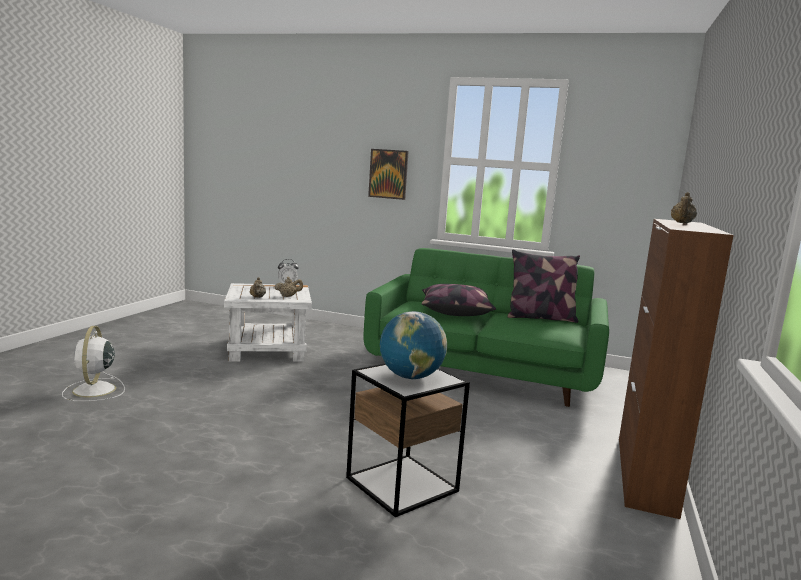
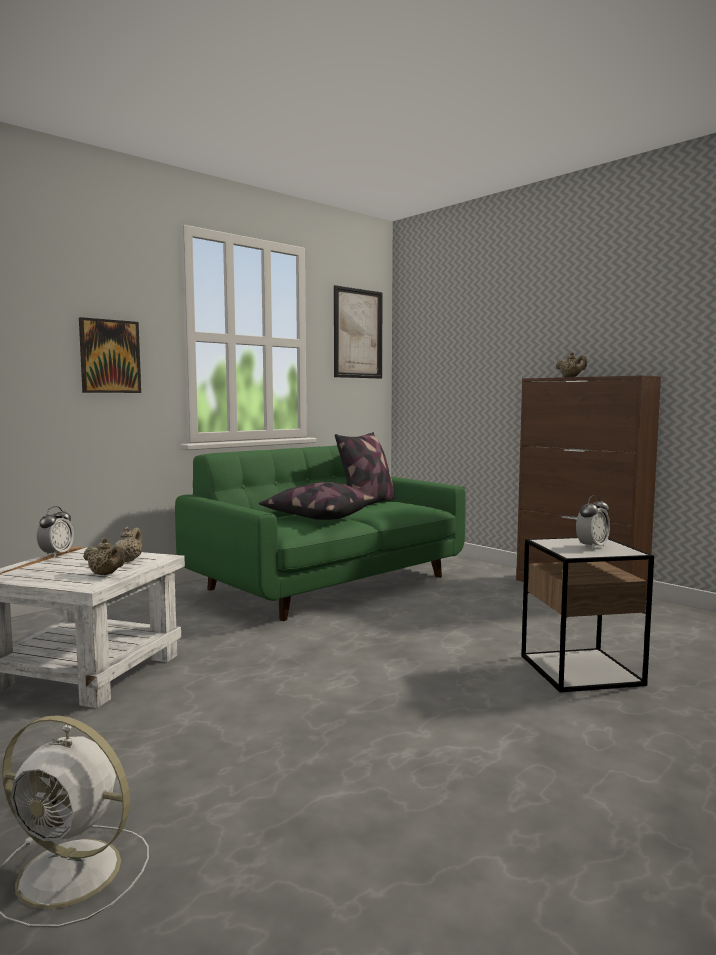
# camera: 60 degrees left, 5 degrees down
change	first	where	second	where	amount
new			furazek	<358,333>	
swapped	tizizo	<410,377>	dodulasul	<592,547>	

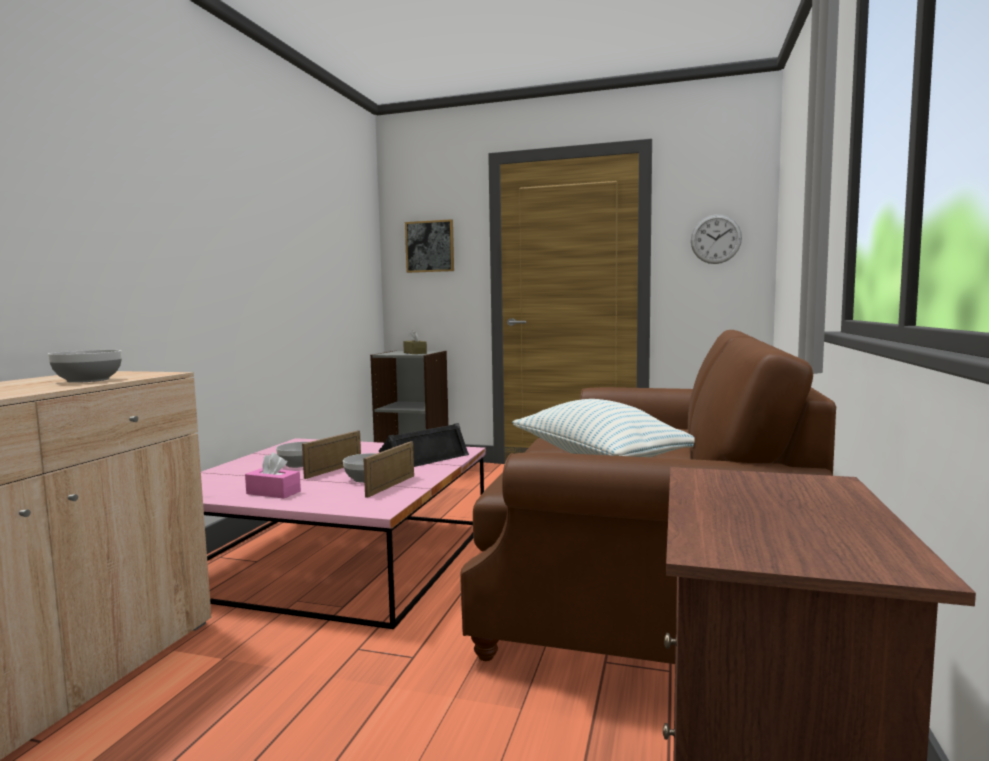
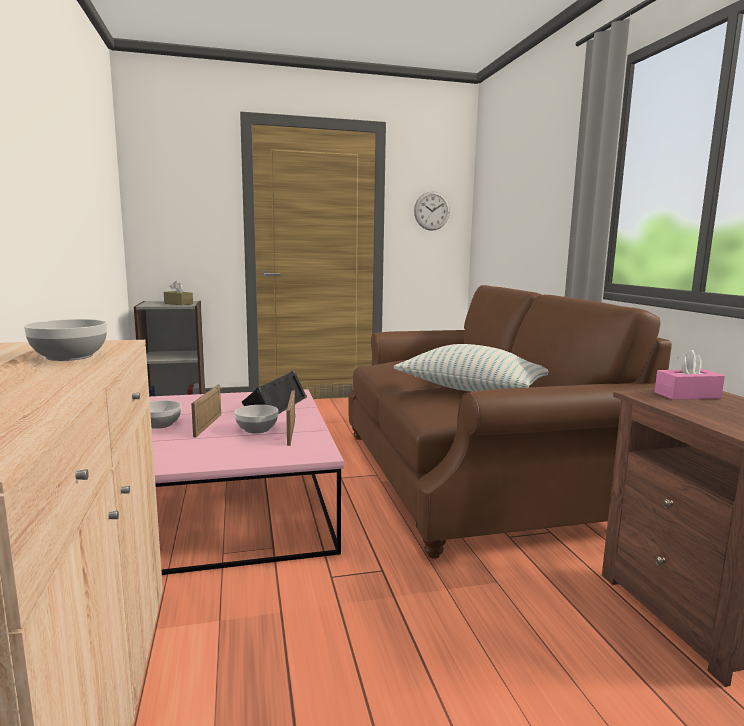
# camera: 30 degrees left, 5 degrees up
change	first	where	second	where	amount
gone	furazek	<430,246>			
shifted	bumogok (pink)	<273,492>		<687,395>	

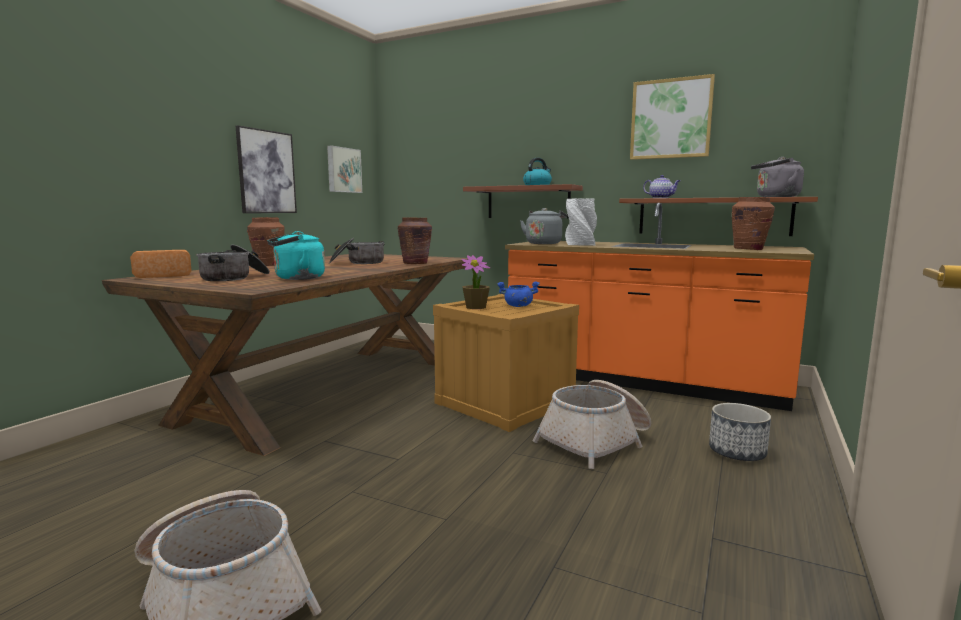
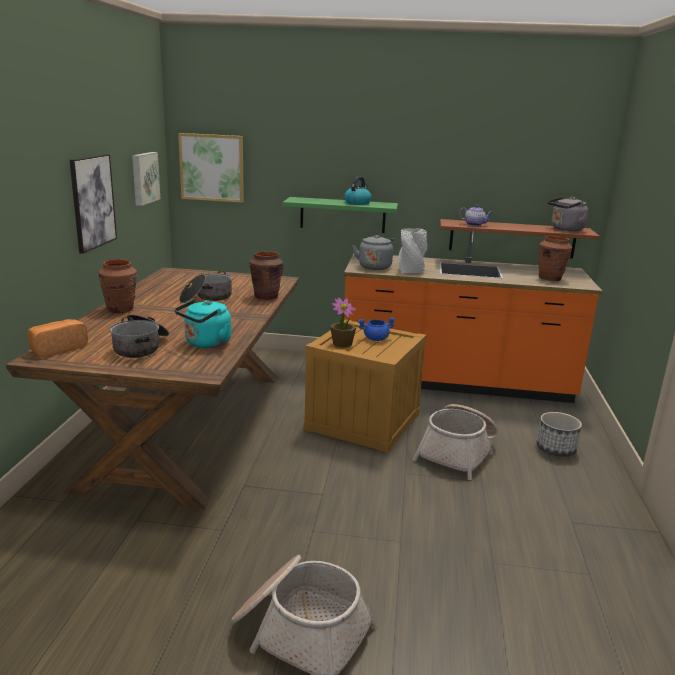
# camera: 20 degrees left, 10 degrees up
change	first	where	second	where	amount
shifted	furazek	<671,119>		<212,167>	
repainted	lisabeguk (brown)	<528,202>	lisabeguk (green)	<342,215>	

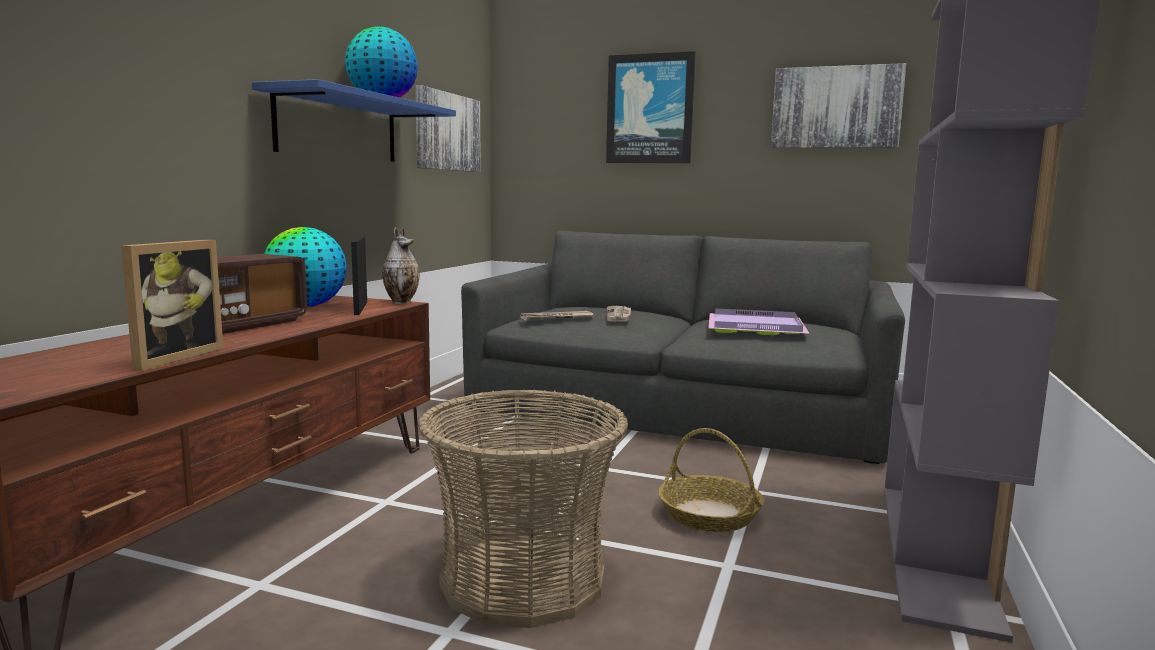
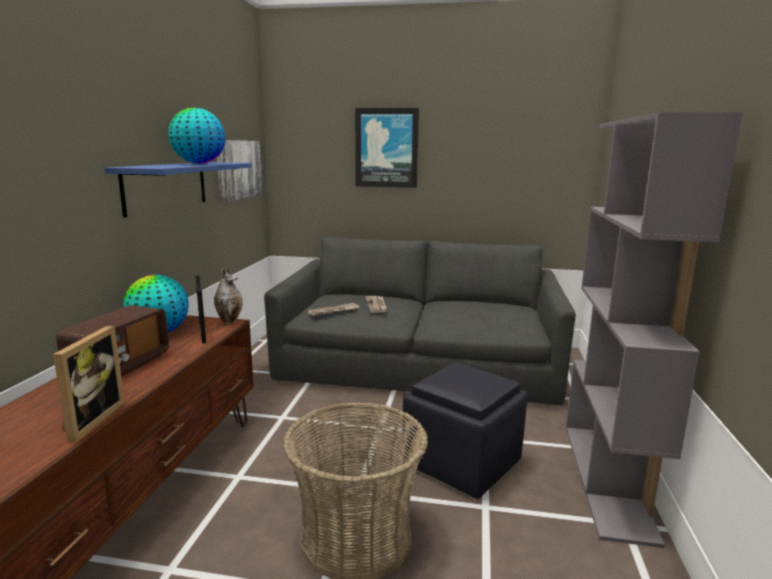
# camera: 10 degrees left, 5 degrees up
change	first	where	second	where	amount
gone	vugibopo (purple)	<754,327>			
gone	furazek	<836,107>			
swapped	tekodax	<710,515>	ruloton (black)	<463,463>	

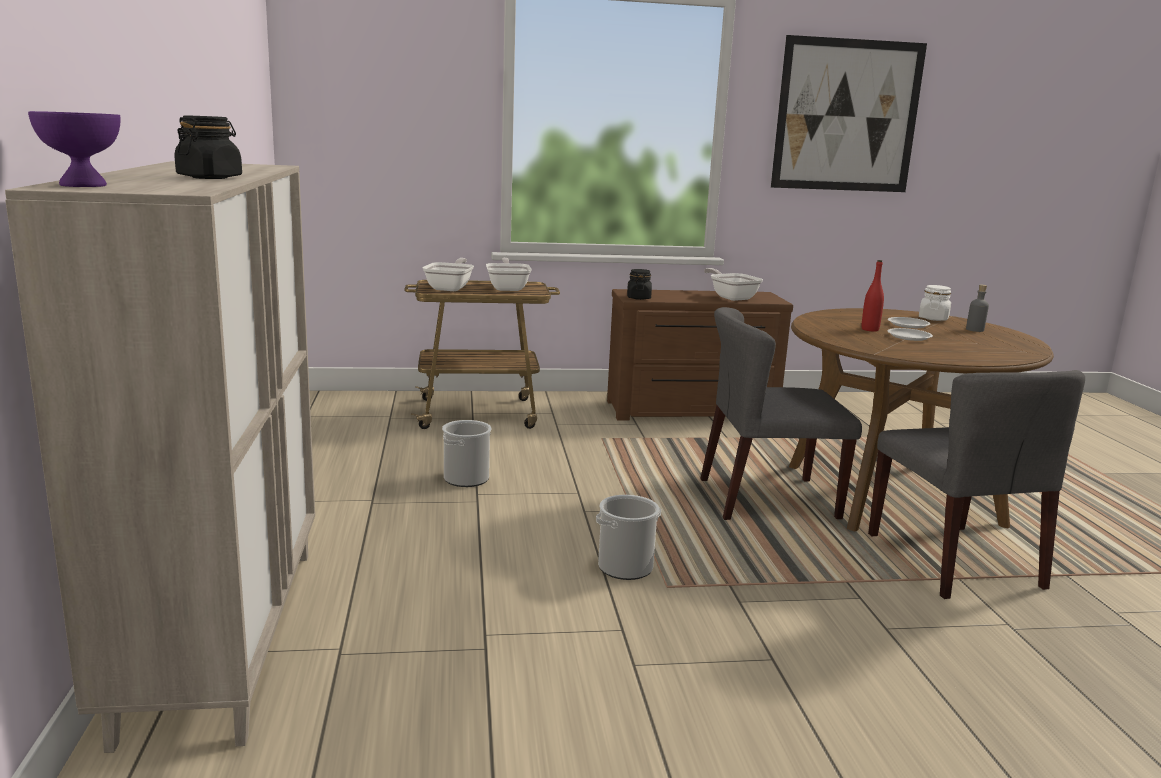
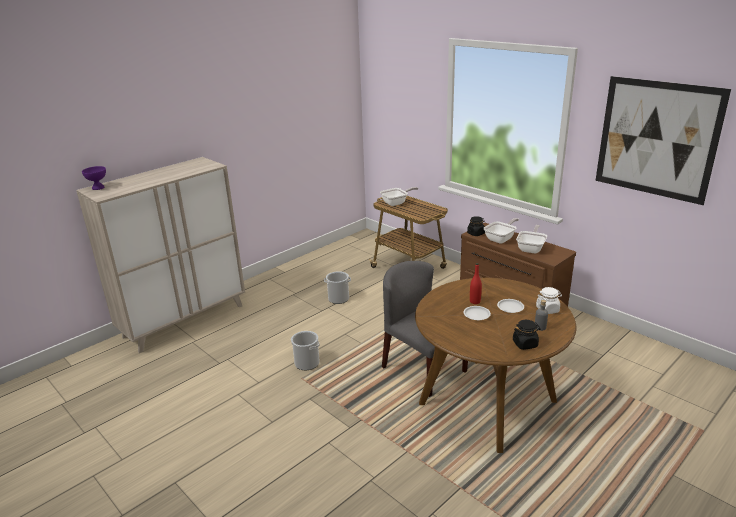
# camera: 55 degrees right, 10 degrees up
change	first	where	second	where	amount
gone	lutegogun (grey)	<954,561>			
shifted	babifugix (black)	<210,177>		<525,344>	
shifted	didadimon	<508,288>		<501,239>	

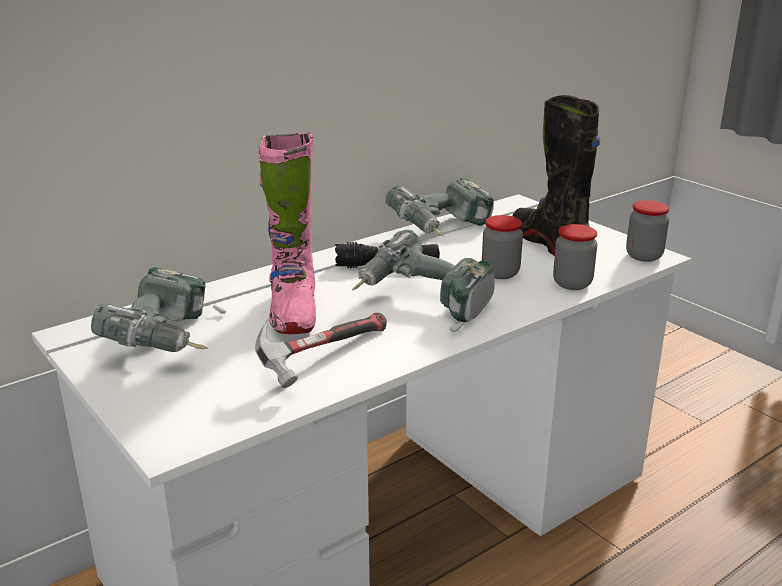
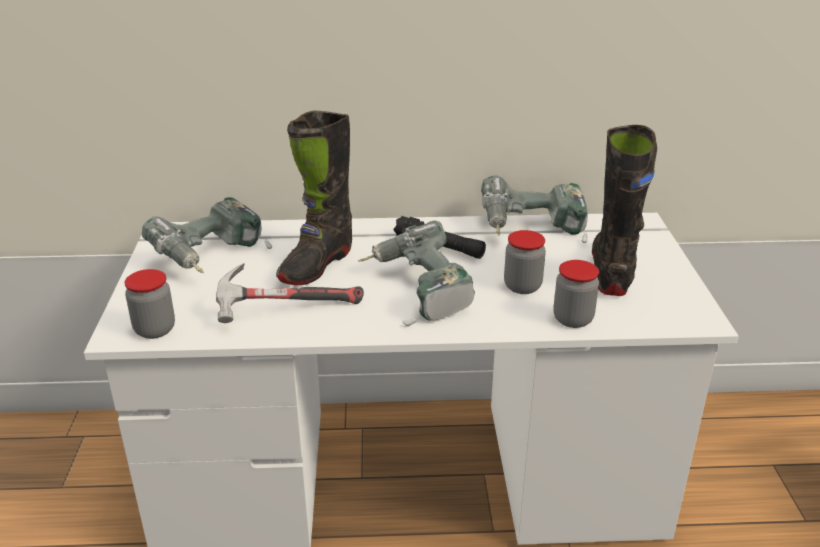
# camera: 35 degrees right, 5 degrees up
change	first	where	second	where	amount
shifted	babifugix	<644,256>		<155,329>	
repainted	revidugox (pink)	<293,312>	revidugox (black)	<316,265>	

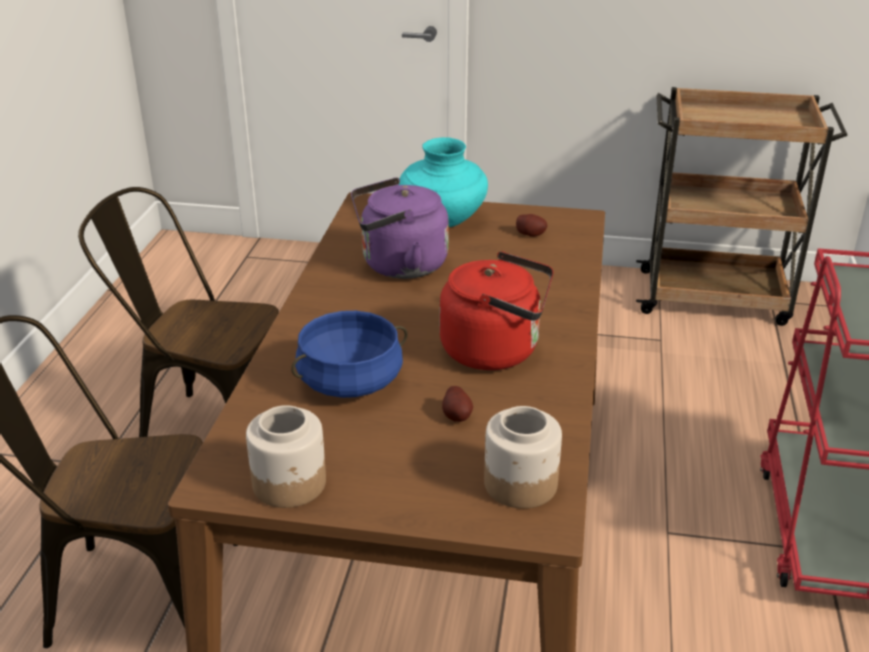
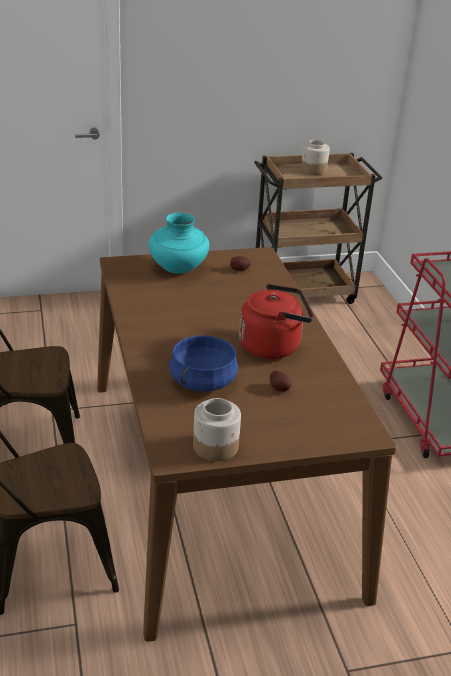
# camera: 25 degrees left, 0 degrees up
change	first	where	second	where	amount
gone	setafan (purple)	<399,266>			
shifted	babifugix	<520,484>		<313,170>	

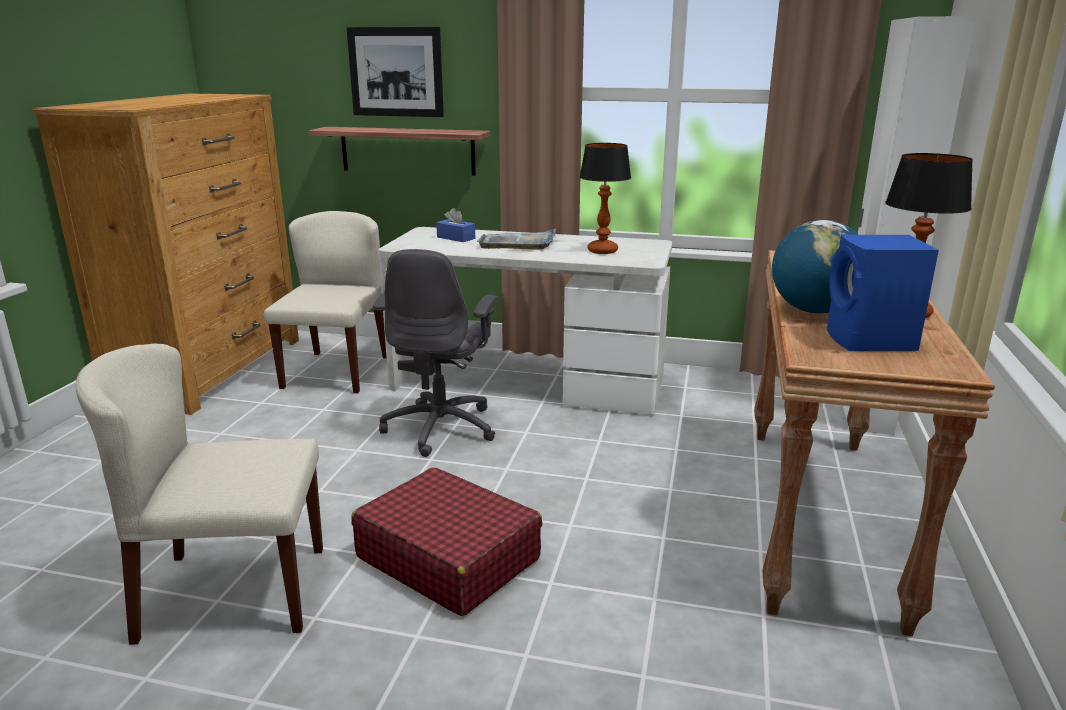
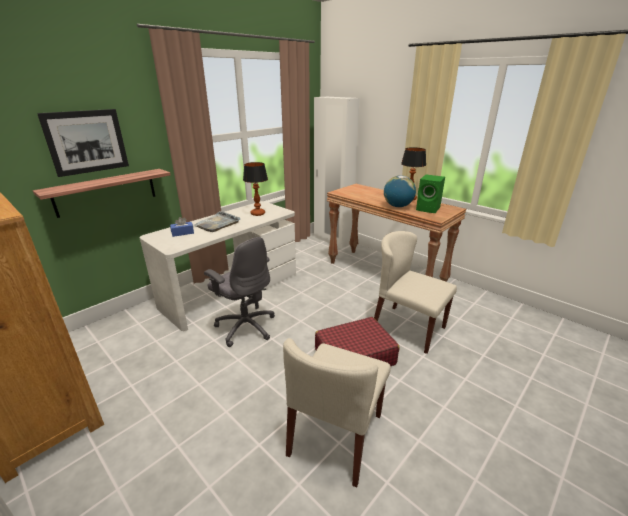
# camera: 60 degrees left, 5 degrees up
change	first	where	second	where	amount
shifted	lutegogun (beige)	<336,371>		<407,328>	
repainted	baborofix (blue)	<870,341>	baborofix (green)	<429,209>	

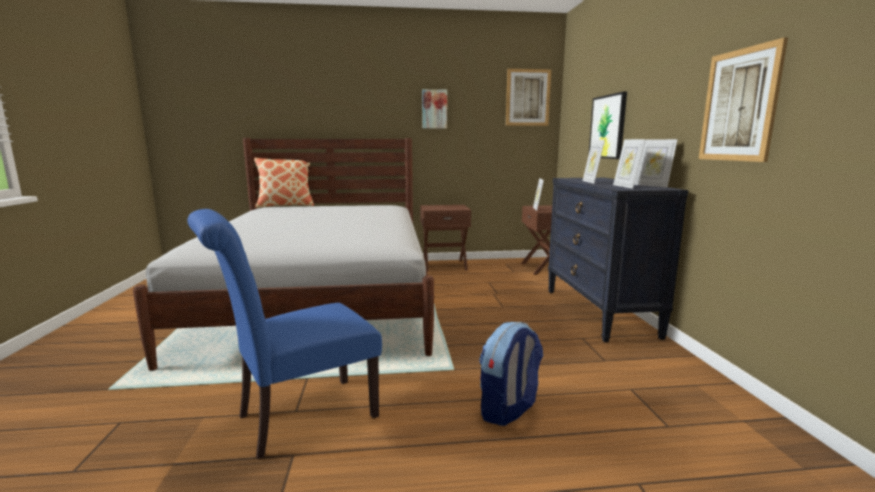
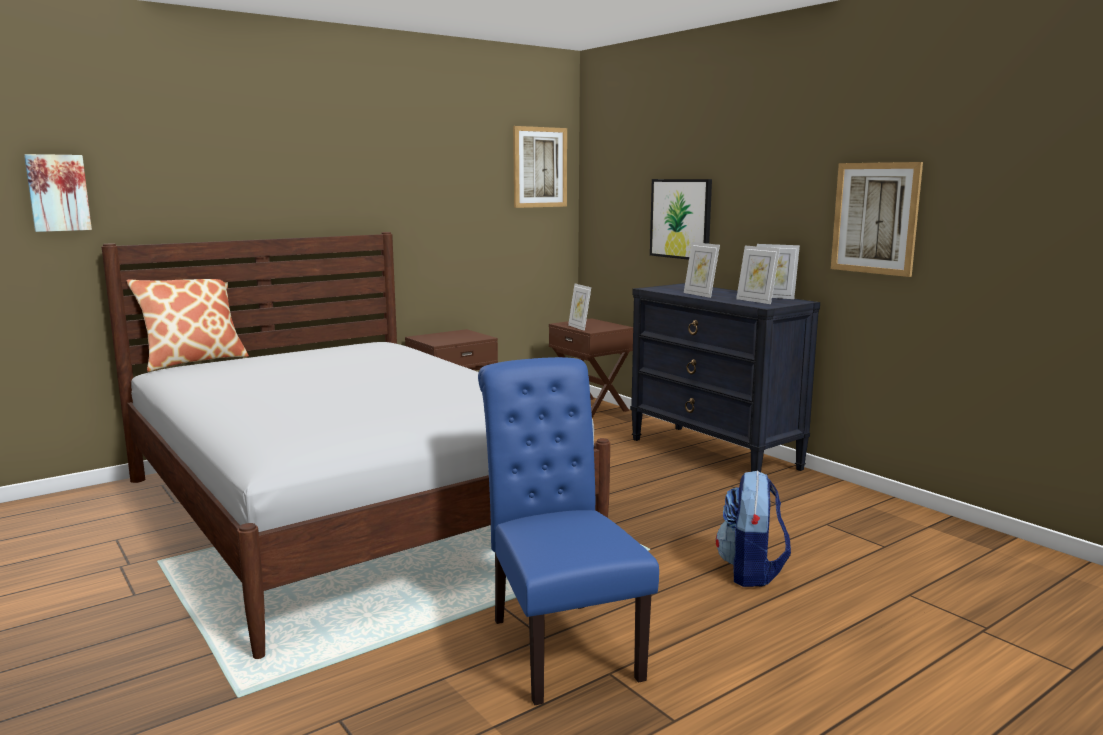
# camera: 30 degrees left, 0 degrees up
change	first	where	second	where	amount
shifted	furazek	<434,109>		<58,193>	
rotated	lutegogun (blue)	<299,418>		<559,642>	135 degrees clockwise

